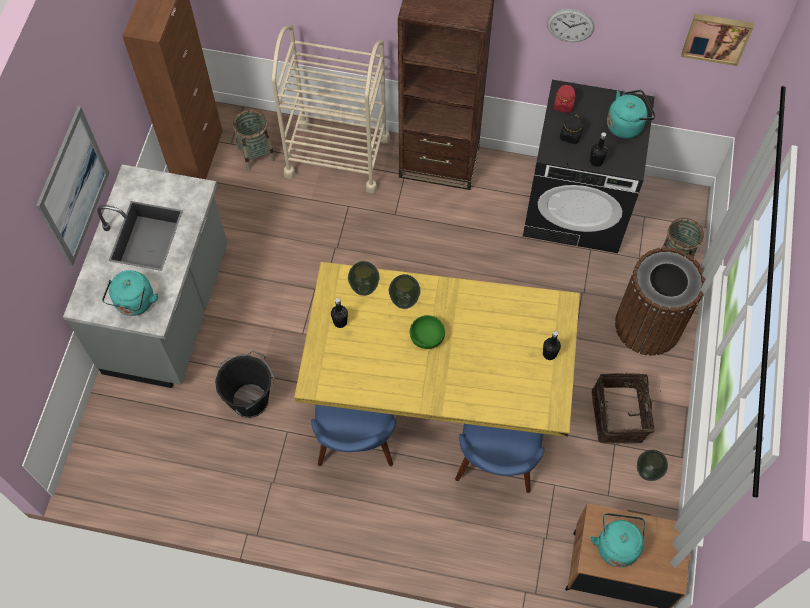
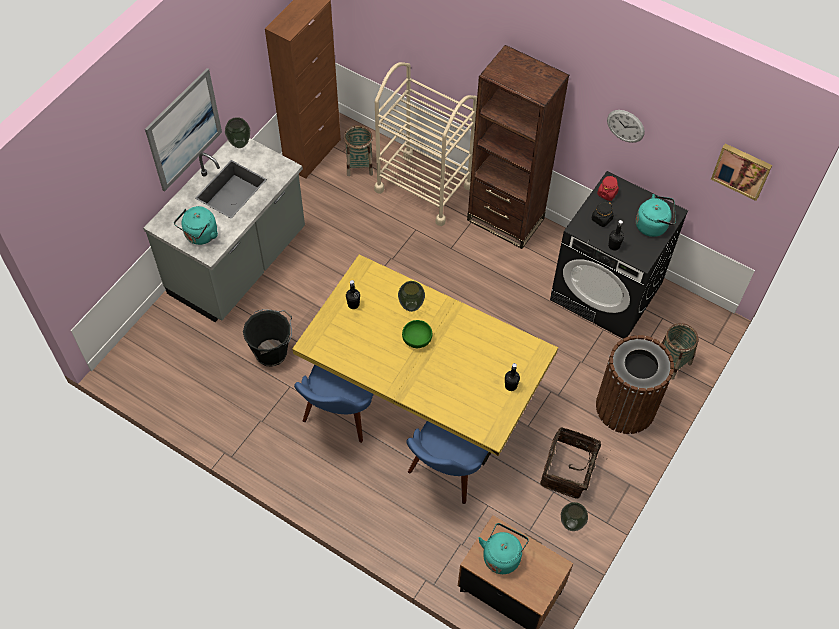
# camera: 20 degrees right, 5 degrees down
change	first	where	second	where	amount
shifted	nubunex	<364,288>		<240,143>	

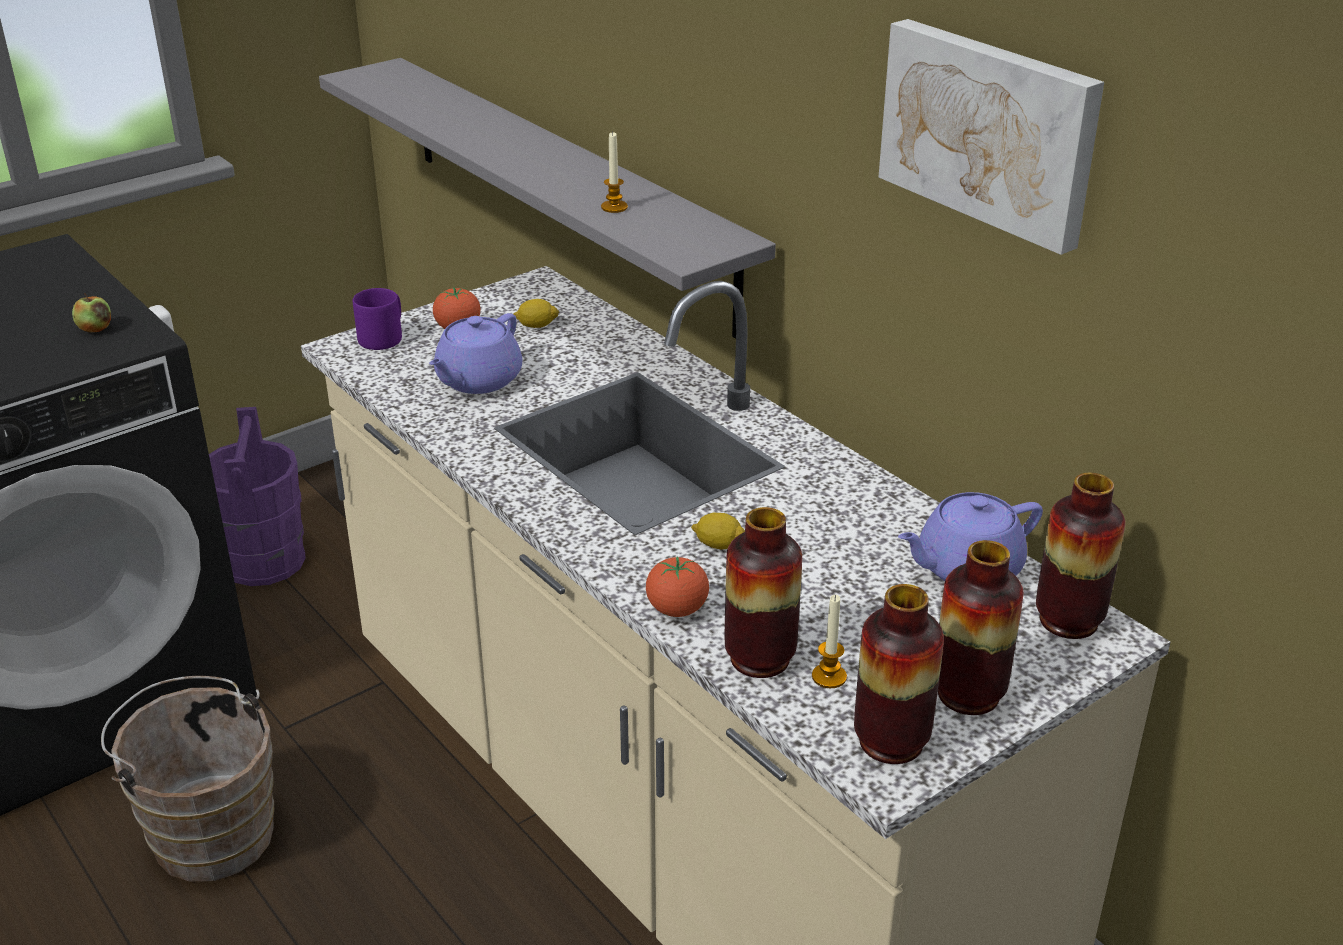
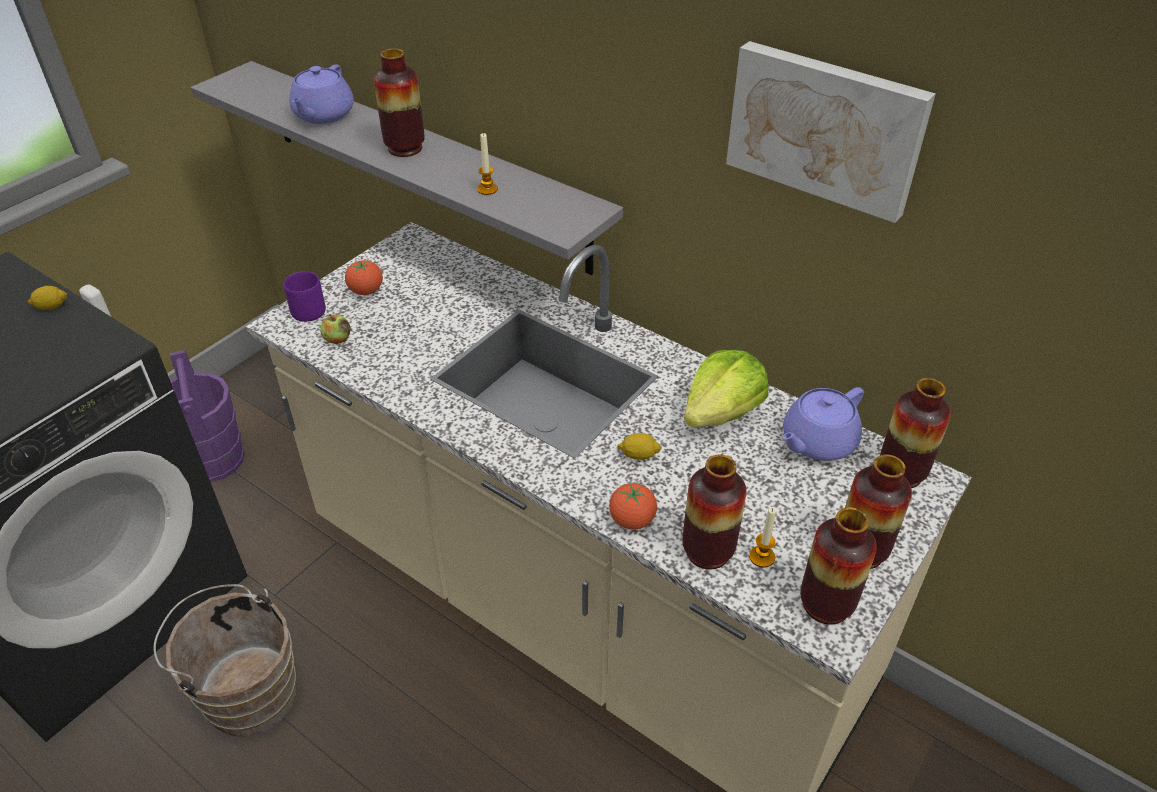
# camera: 15 degrees left, 10 degrees up
change	first	where	second	where	amount
new			nubunex	<405,148>	
new			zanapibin	<722,412>	
shifted	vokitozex	<95,329>		<337,339>	
shifted	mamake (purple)	<477,380>		<323,115>	
shifted	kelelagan	<536,325>		<51,307>	

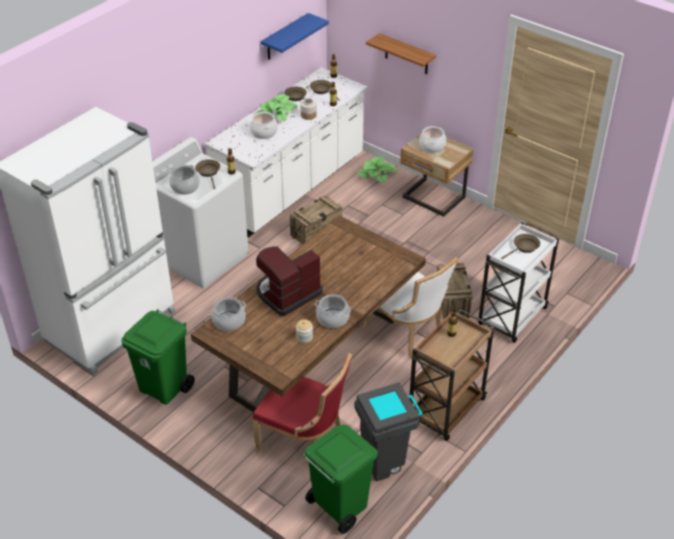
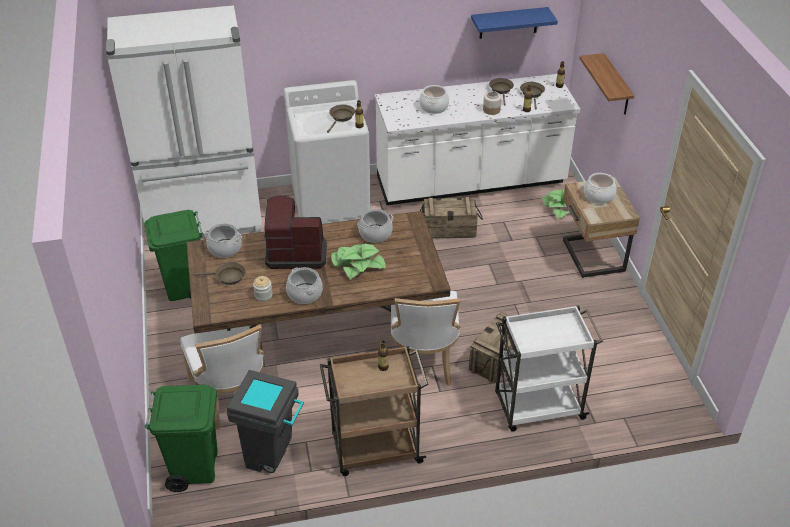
# camera: 40 degrees right, 0 degrees up
change	first	where	second	where	amount
shifted	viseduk	<185,187>		<375,234>	
shifted	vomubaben	<276,113>		<357,264>	
shifted	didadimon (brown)	<524,247>		<227,277>	
repainted	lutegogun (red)	<305,442>	lutegogun (white)	<231,397>	

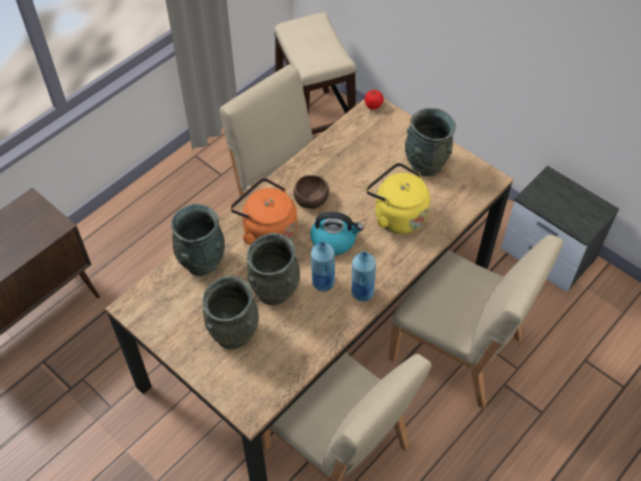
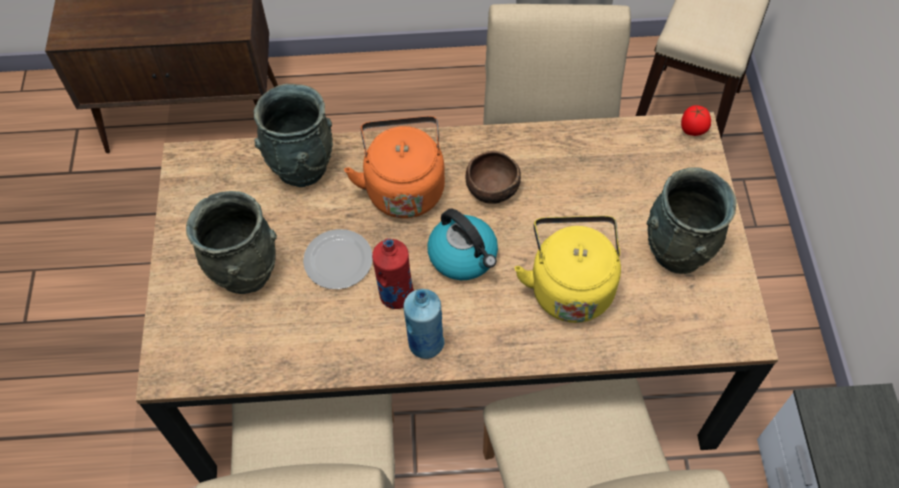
# camera: 45 degrees right, 5 degrees up
change	first	where	second	where	amount
swapped	nubunex (grey)	<274,290>	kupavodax	<337,260>	
repainted	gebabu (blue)	<322,283>	gebabu (red)	<396,295>	

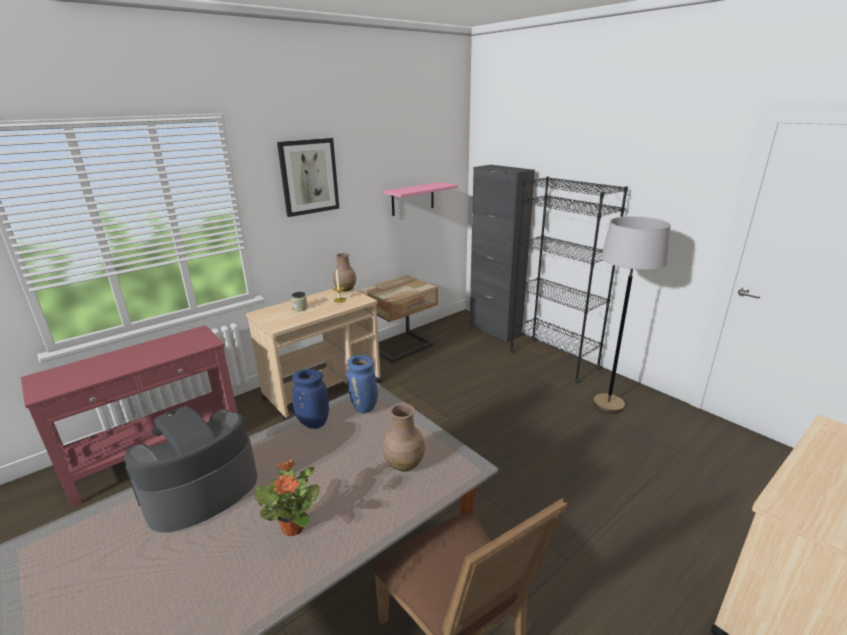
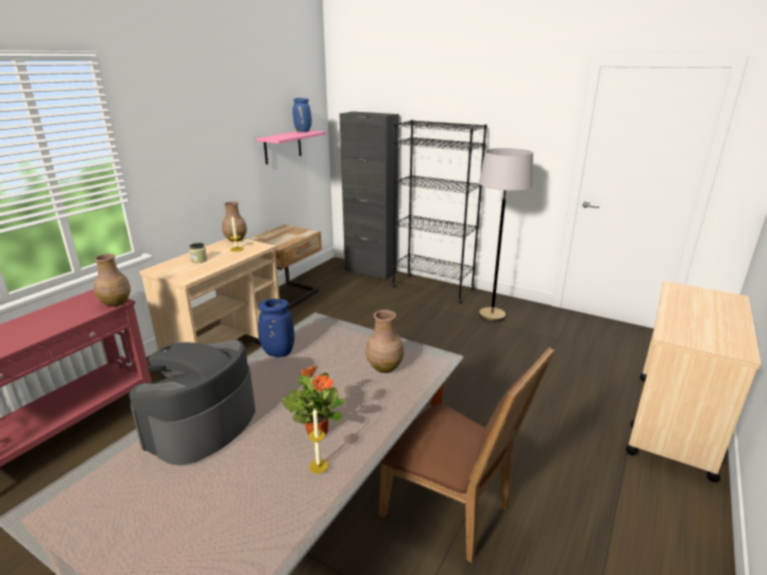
# camera: 20 degrees left, 0 degrees up
change	first	where	second	where	amount
gone	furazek	<309,177>			
new			nubunex (brown)	<116,303>	
new			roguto	<318,466>	
shifted	nubunex (blue)	<365,408>		<303,131>	

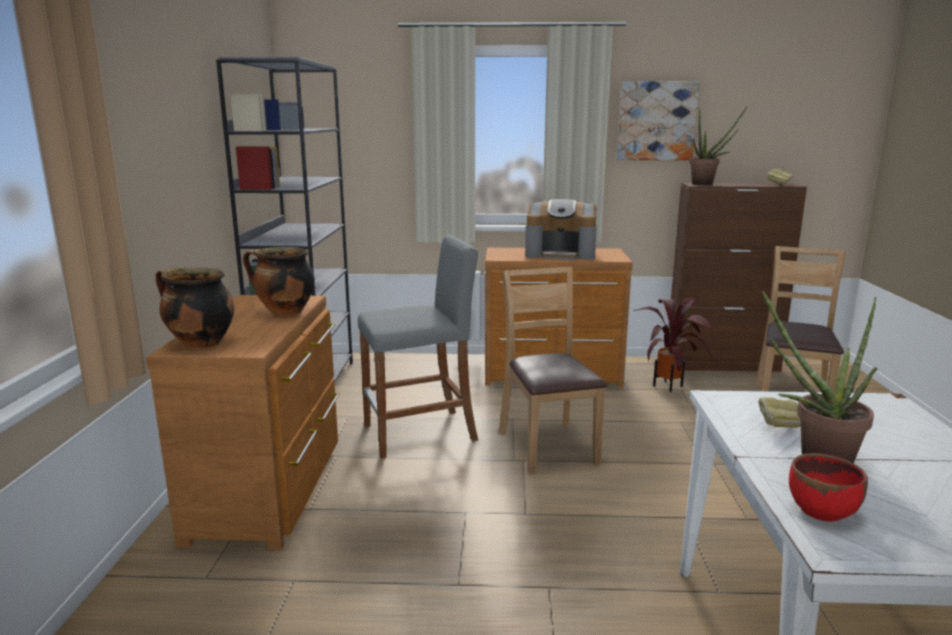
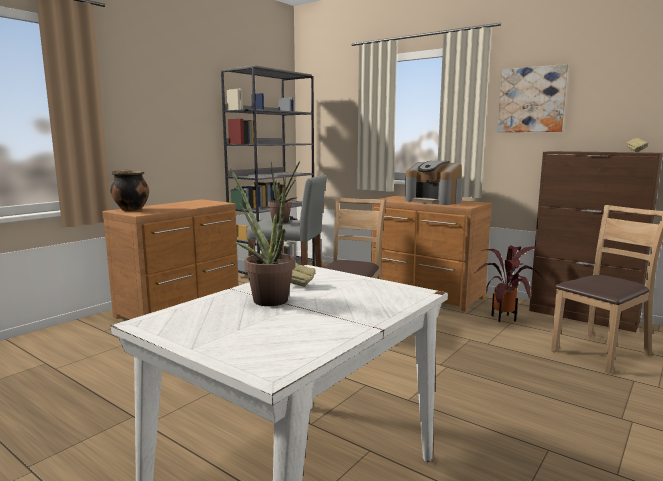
# camera: 35 degrees right, 5 degrees down
change	first	where	second	where	amount
gone	viseduk	<284,312>			
gone	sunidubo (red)	<822,511>			
shifted	vomubaben	<707,184>		<283,222>	

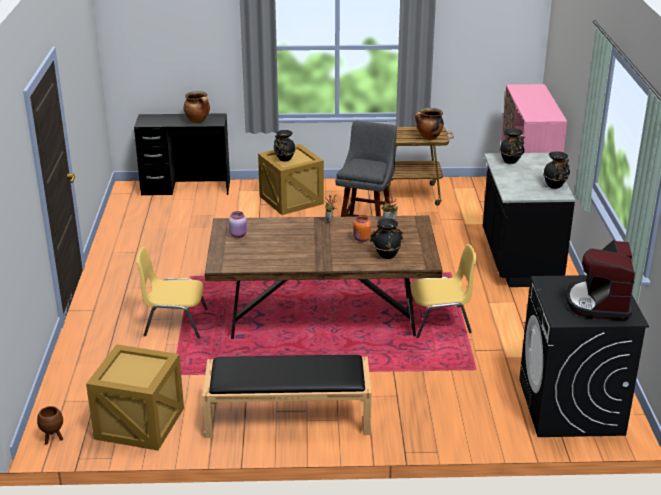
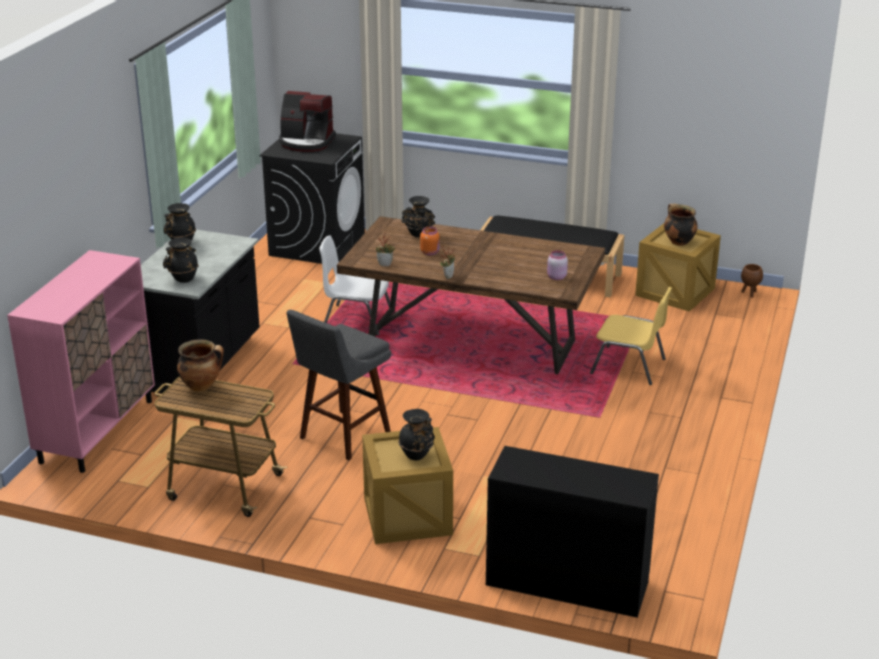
# camera: 160 degrees left, 0 degrees up
change	first	where	second	where	amount
shifted	viseduk	<198,121>		<678,242>	
repainted	lutegogun (yellow)	<439,321>	lutegogun (white)	<356,319>	
rotated	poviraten	<598,303>		<306,142>	75 degrees clockwise

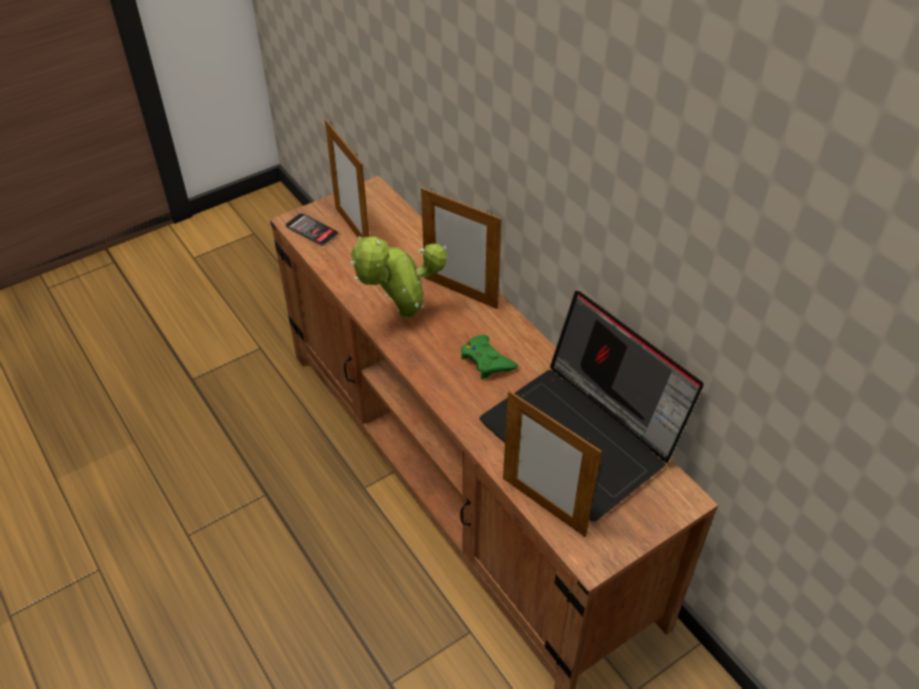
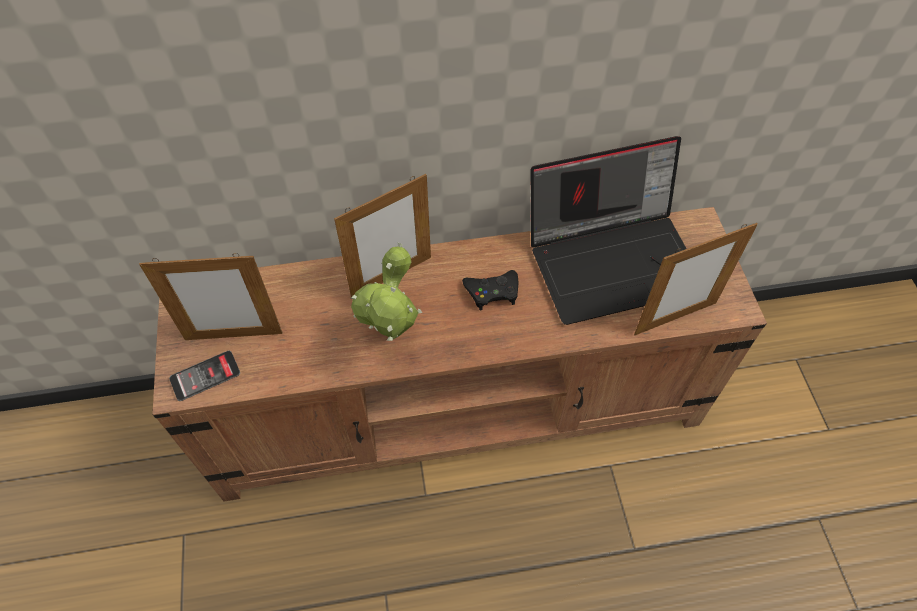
# camera: 65 degrees left, 10 degrees up
change	first	where	second	where	amount
repainted	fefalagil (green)	<486,361>	fefalagil (black)	<492,292>	

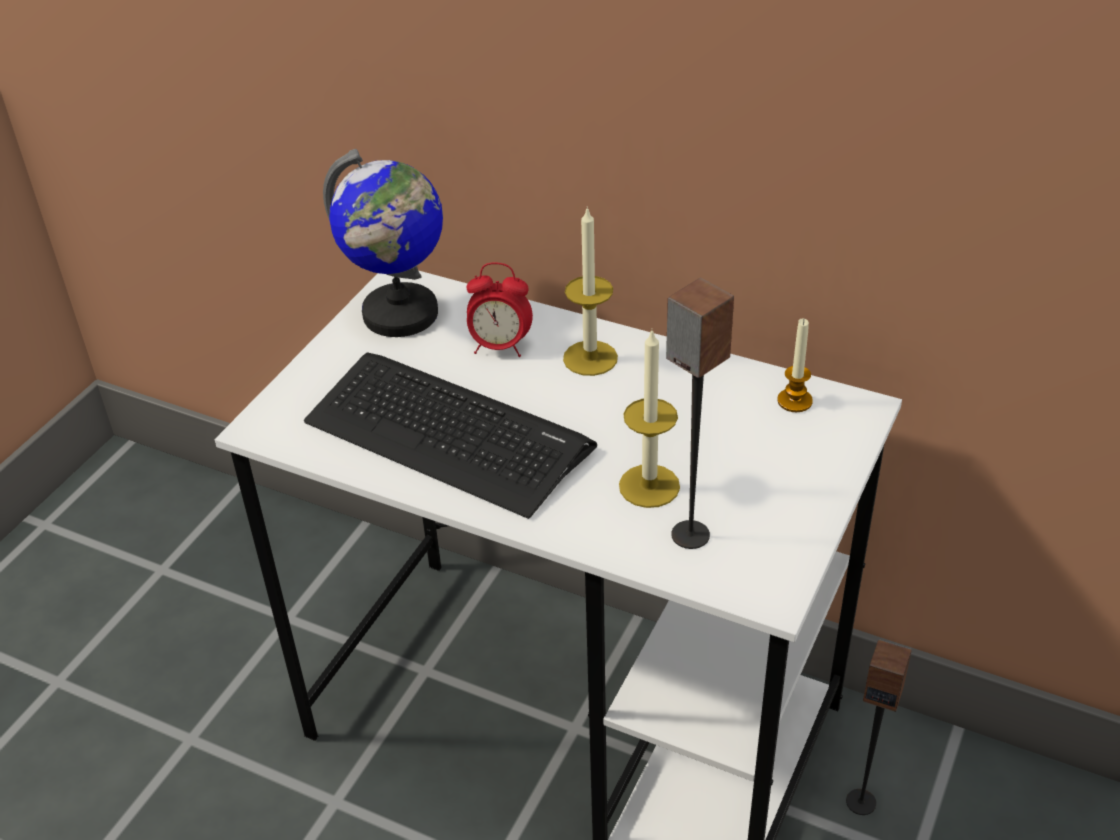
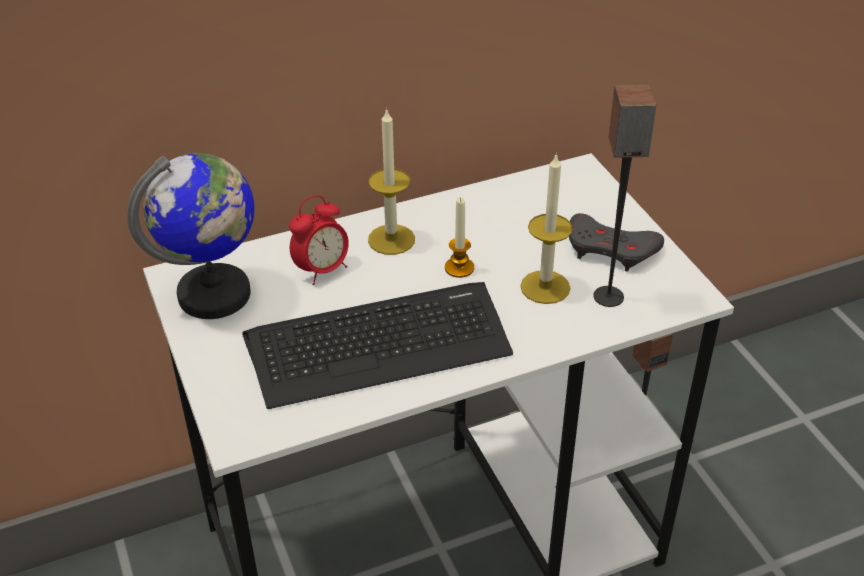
# camera: 50 degrees left, 0 degrees up
change	first	where	second	where	amount
new			fefalagil (grey)	<611,249>	
shifted	roguto	<794,401>		<459,268>	

